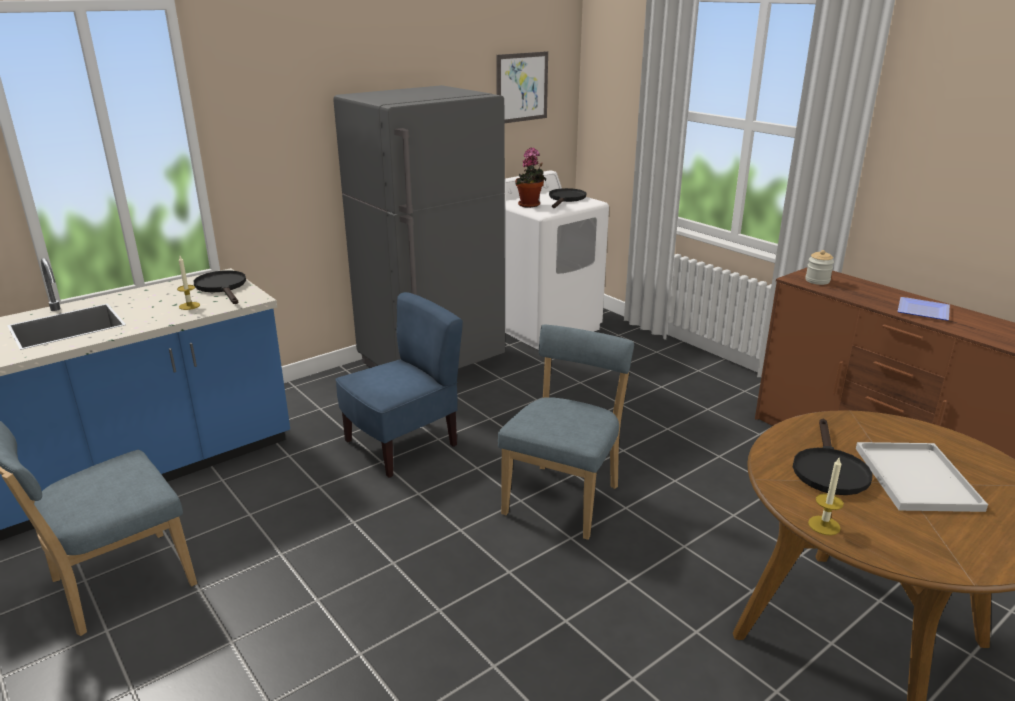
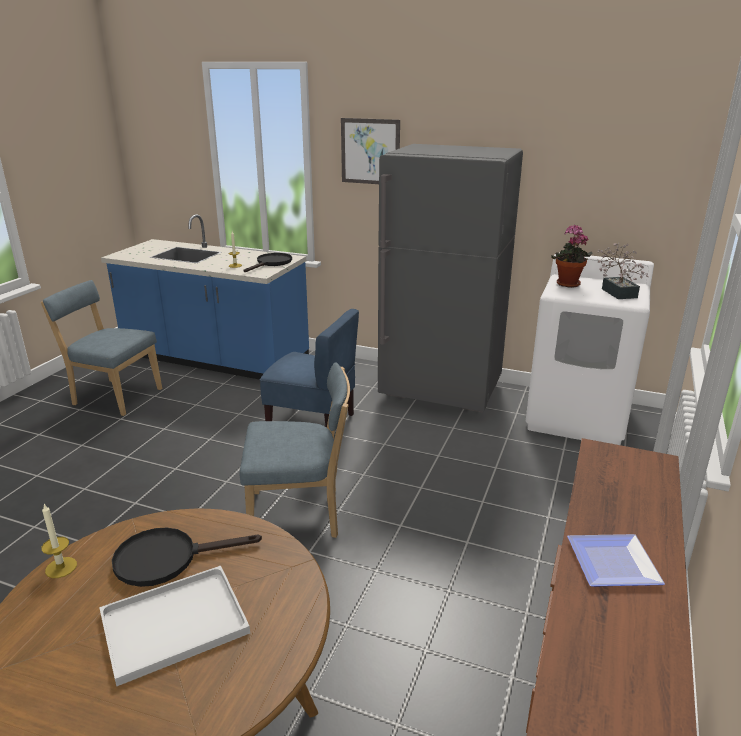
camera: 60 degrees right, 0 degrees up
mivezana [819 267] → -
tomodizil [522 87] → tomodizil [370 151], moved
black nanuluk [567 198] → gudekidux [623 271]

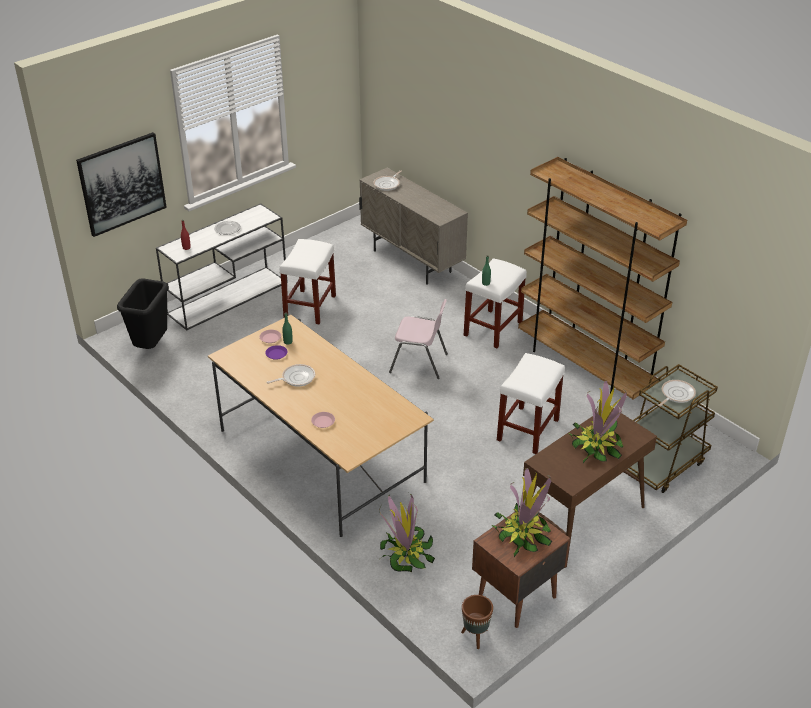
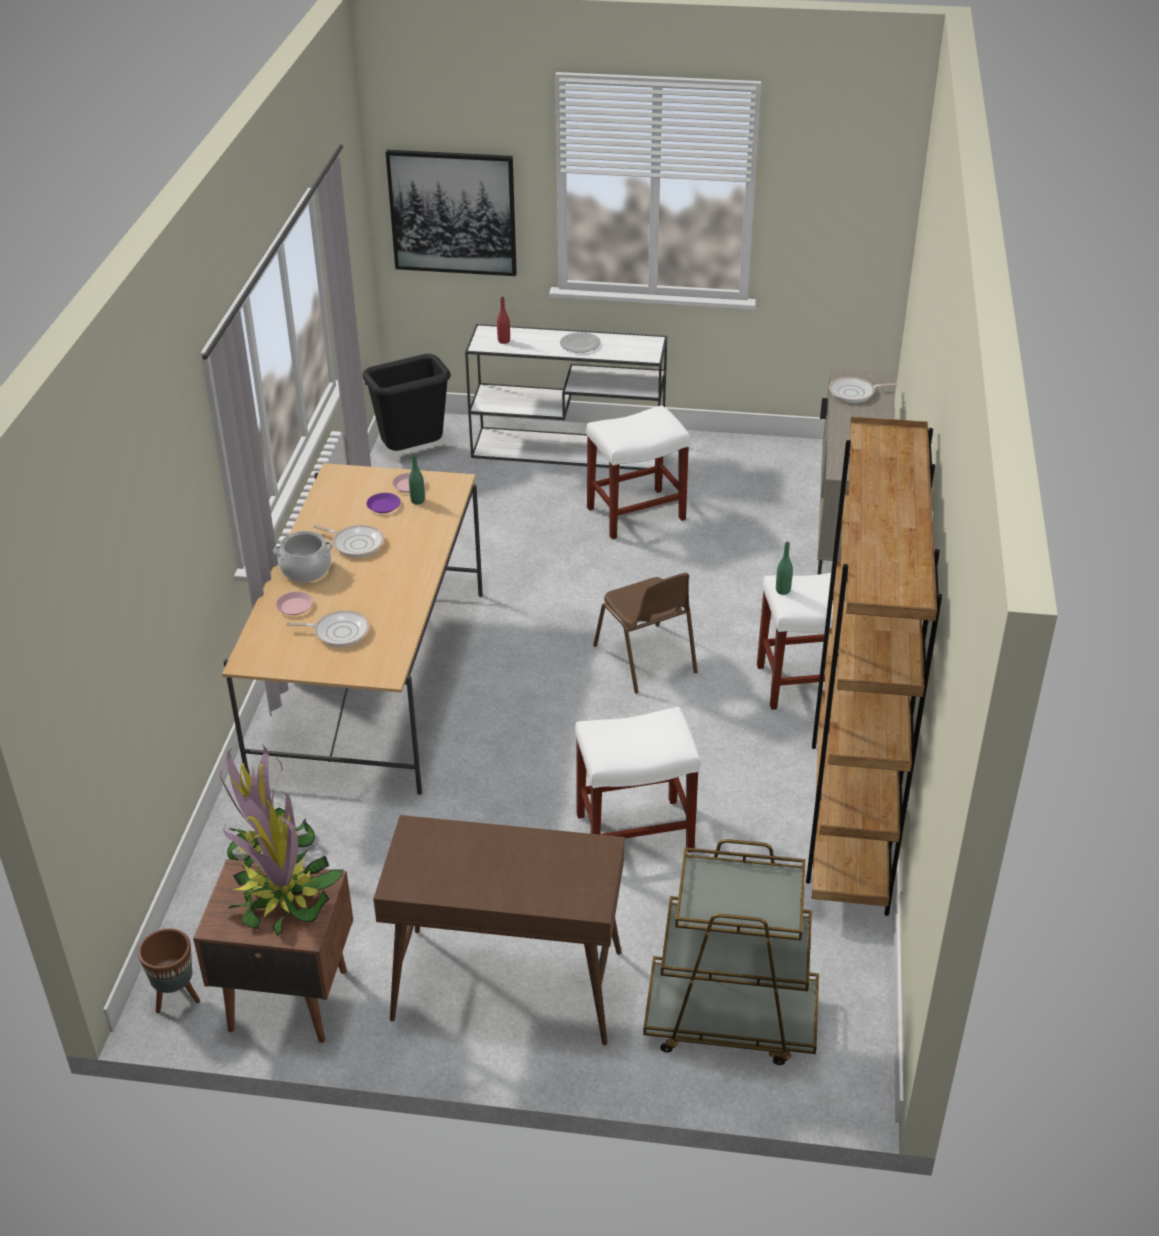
camera: 50 degrees right, 0 degrees up
gudekidux [597 422] → -
- → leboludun [303 556]
nanuluk [677 393] → nanuluk [328 628], moved
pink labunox [418 339] → brown labunox [645 633]

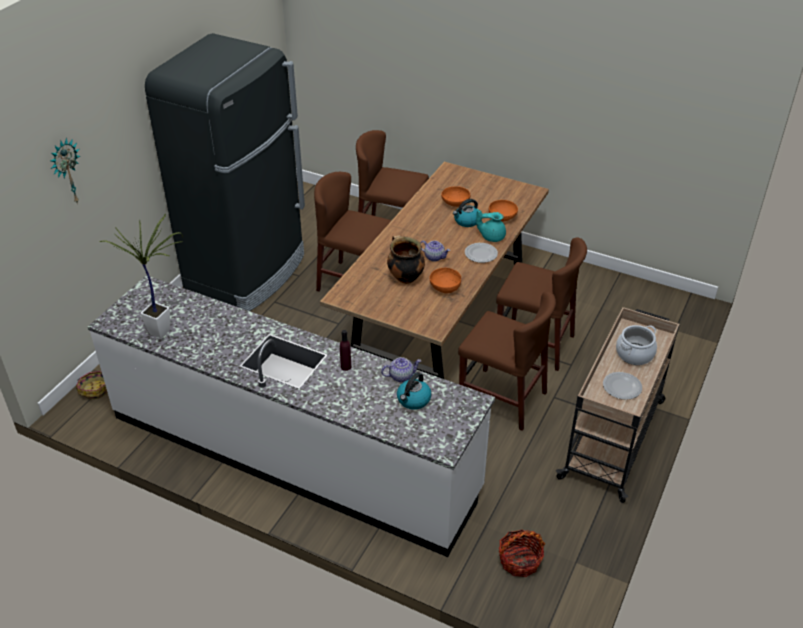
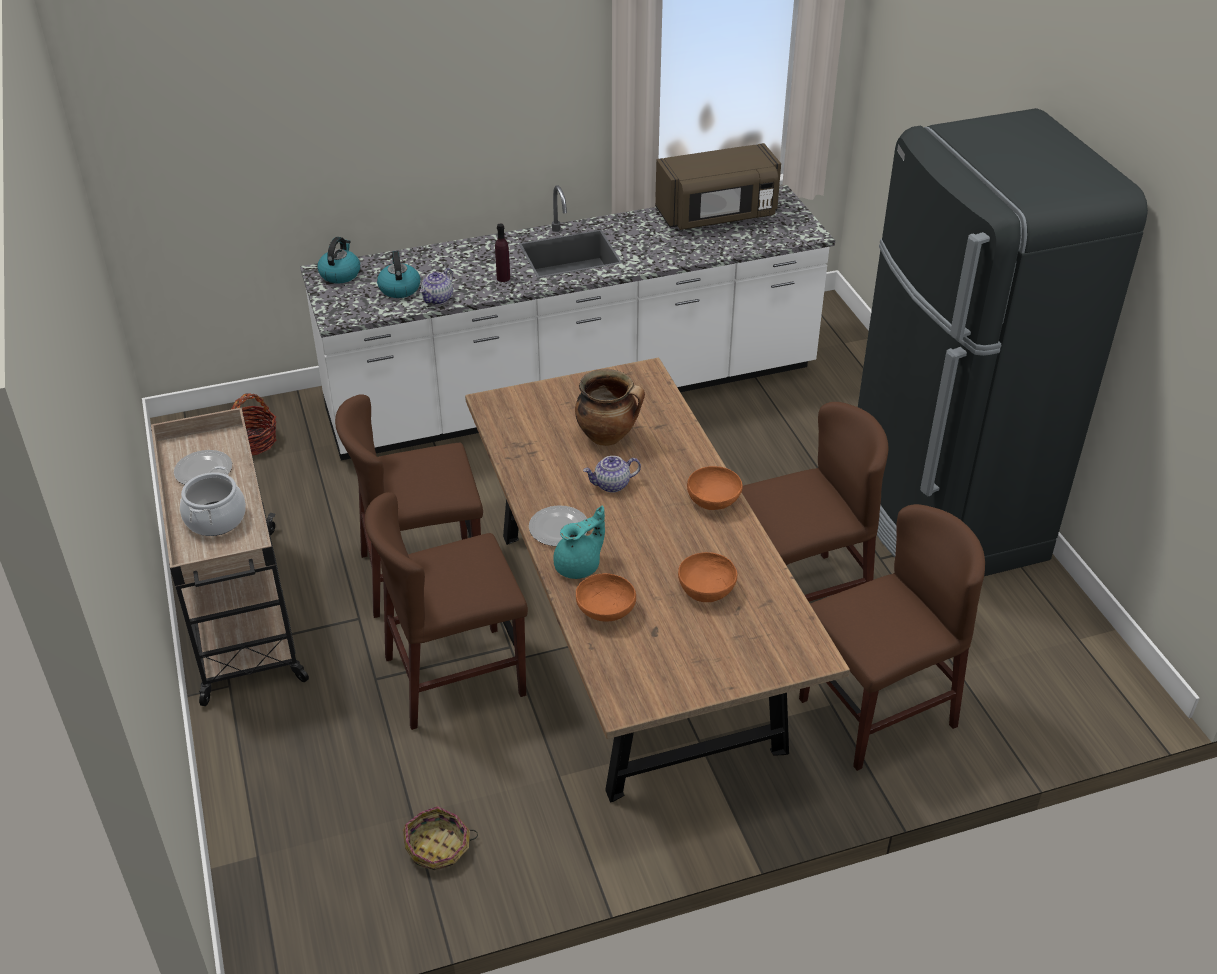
camera: 135 degrees right, 0 degrees up
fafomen [65 171] → -
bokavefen [91 385] → bokavefen [440 838], moved
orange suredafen [445 281] → orange suredafen [715 488], moved
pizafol [465 213] → pizafol [338 260], moved
gudekidux [141 275] → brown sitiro [718 186]

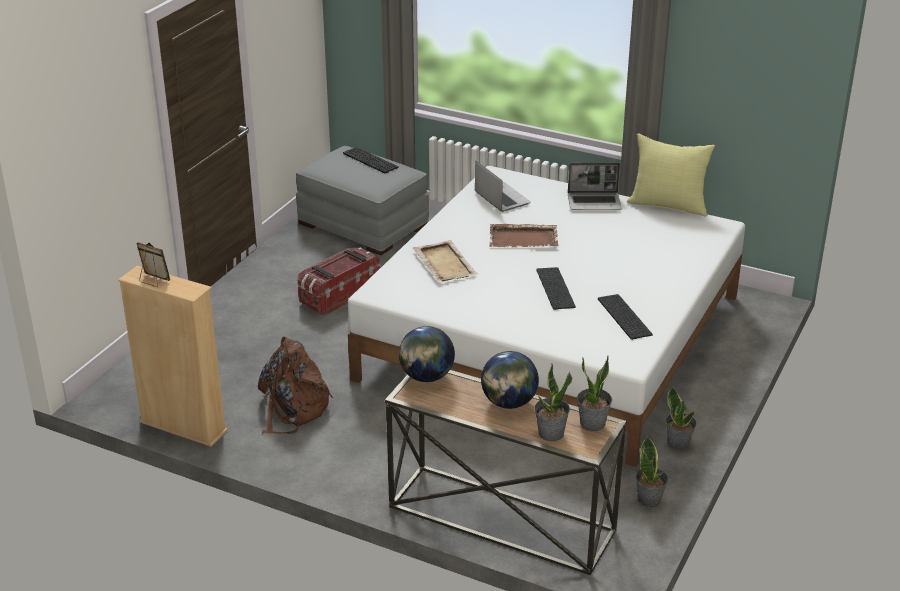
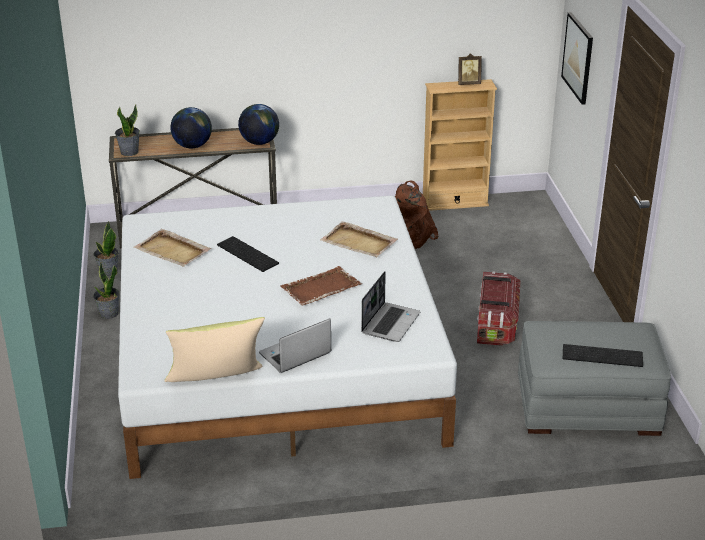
camera: 145 degrees right, 0 degrees up
gudekidux [553 402] → -
- → tomodizil [577 58]
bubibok [625 317] → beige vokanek [172 248]
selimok [503 186] → selimok [390 306], 90 degrees counterclockwise

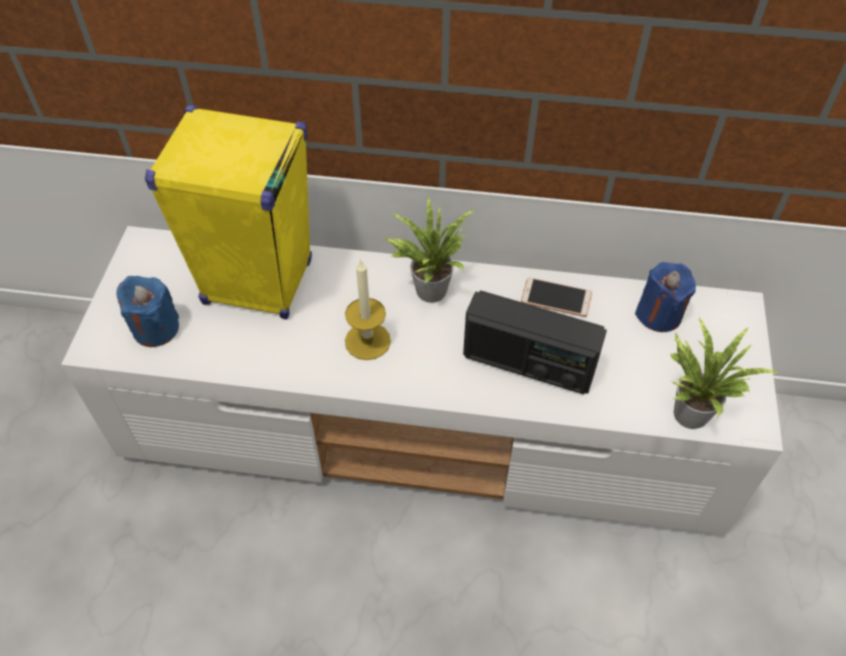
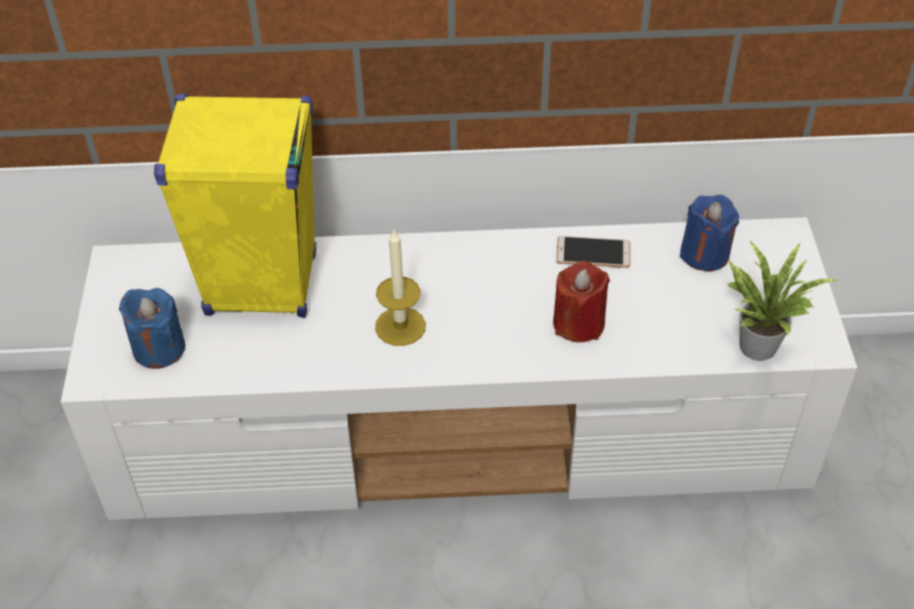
camera: 10 degrees left, 5 degrees down
gudekidux [429 250] → -
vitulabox [535 342] → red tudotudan [581 301]

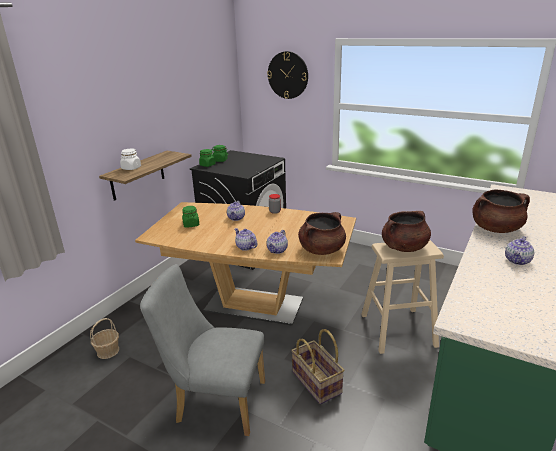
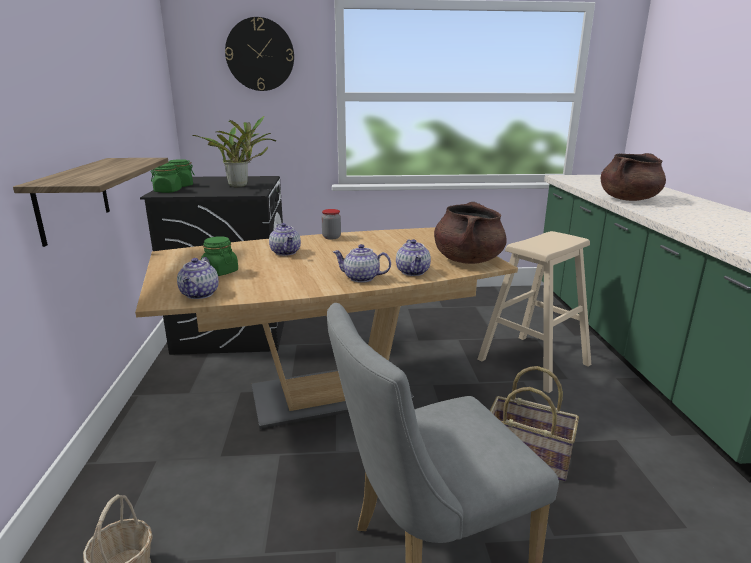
camera: 35 degrees left, 5 degrees down
white mivezana [130 159] → -
brown leboludun [406 231] → -
- → gudekidux [234 151]
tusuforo [519 250] → tusuforo [198 278], moved

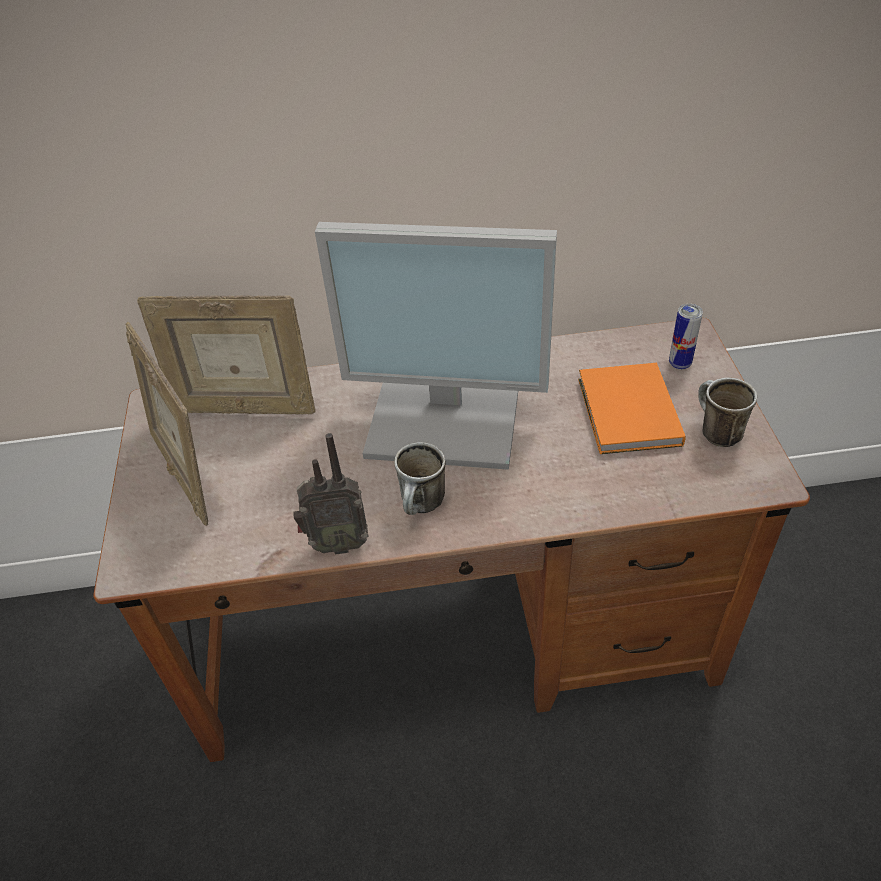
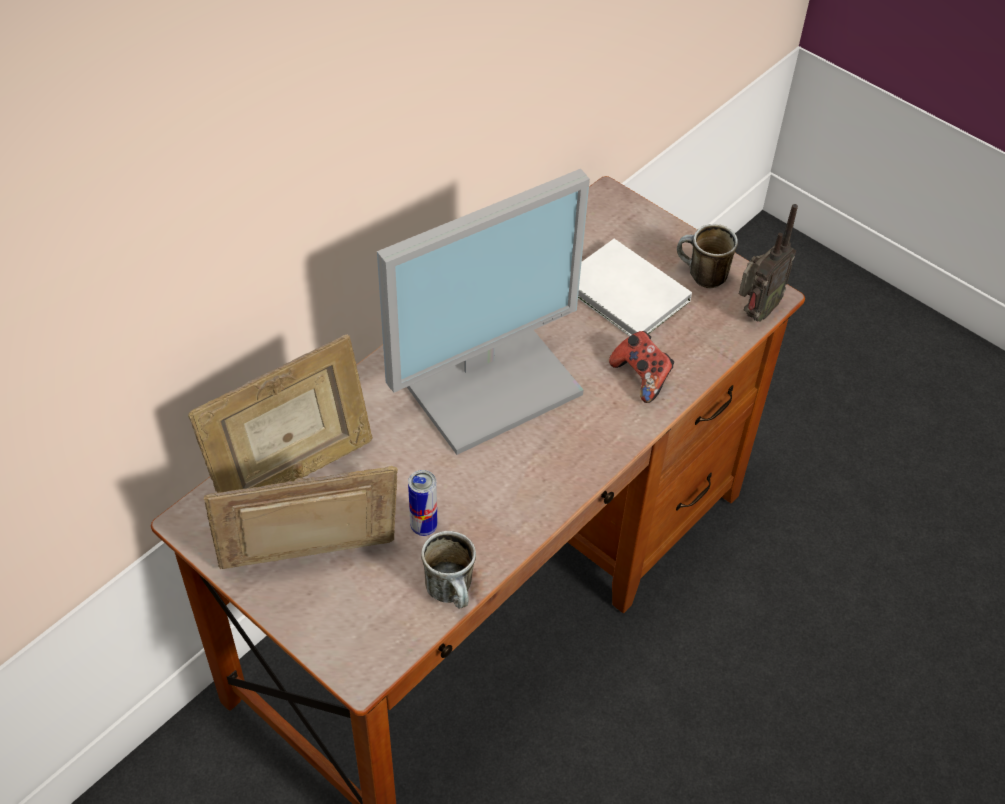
camera: 45 degrees left, 5 degrees up
- → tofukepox [641 367]
vitulabox [330 494] → vitulabox [768 263], moved
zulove [419 478] → zulove [448 569], moved
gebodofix [686 337] → gebodofix [422 503], moved
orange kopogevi [632 408] → white kopogevi [635 287]
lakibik [167 424] → lakibik [301 517], 150 degrees clockwise

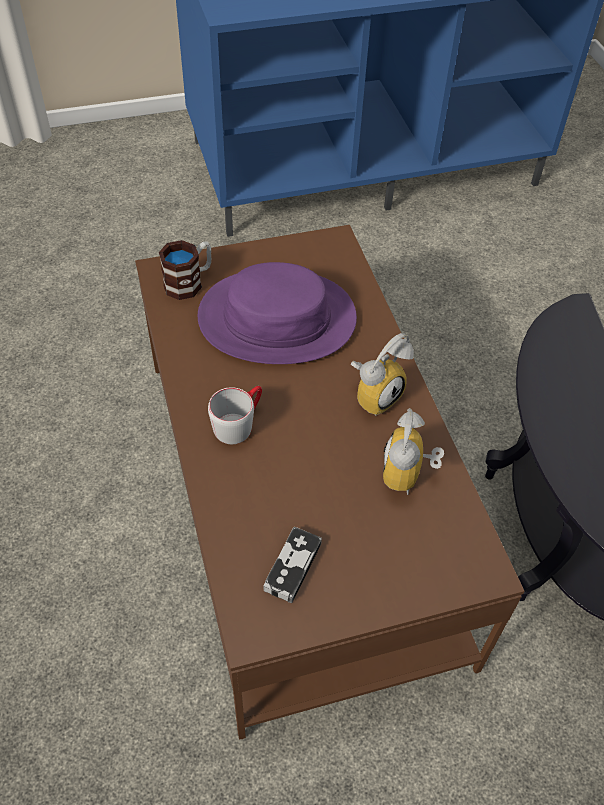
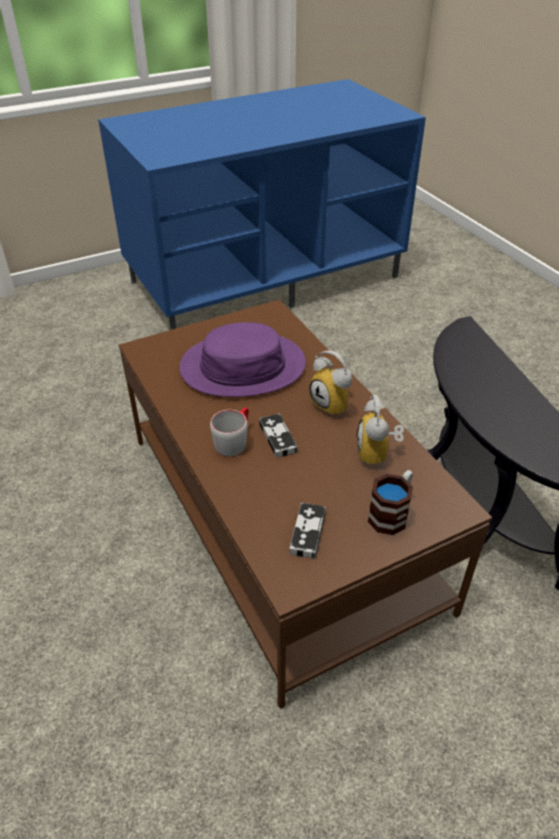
camera: 10 degrees left, 10 degrees down
- → tofukepox [278 436]
zulove [185 270] → zulove [390 502], moved
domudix [382 374] → domudix [330 383], 105 degrees clockwise

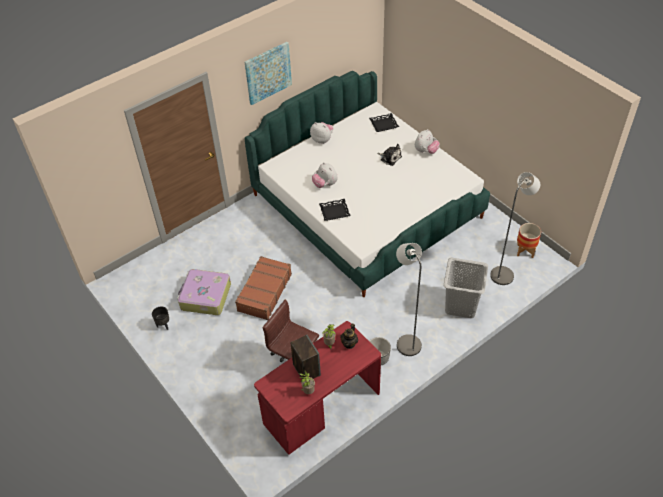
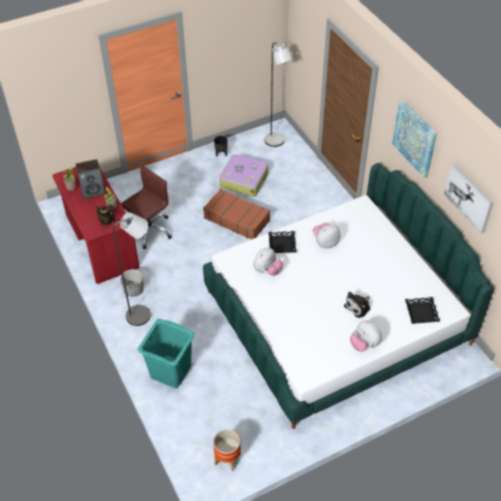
camera: 100 degrees right, 0 degrees up
- → tomodizil [469 198]
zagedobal [321 133] → zagedobal [268 261], moved
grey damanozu [515 228] → grey damanozu [278 94], moved
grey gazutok [465 287] → turquoise gazutok [166 353]

